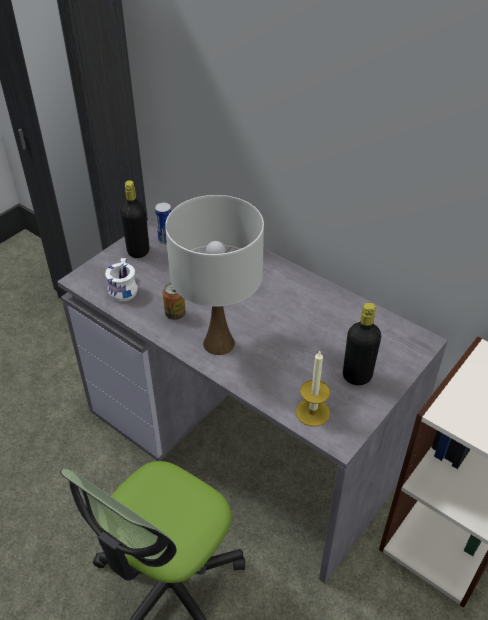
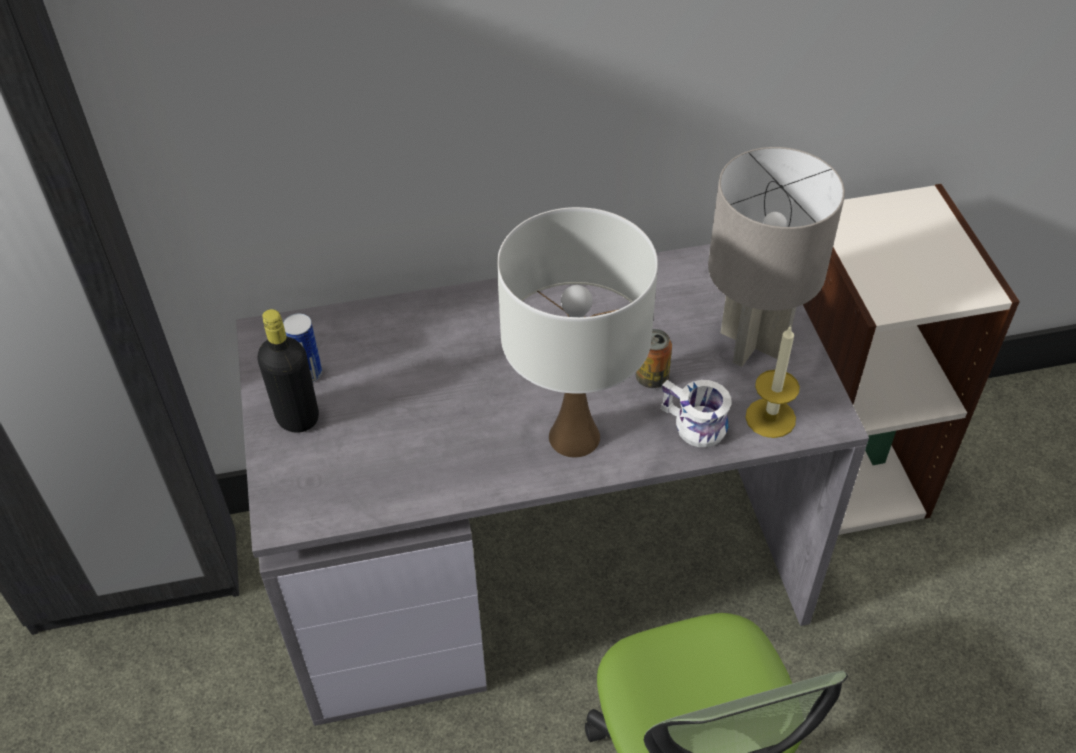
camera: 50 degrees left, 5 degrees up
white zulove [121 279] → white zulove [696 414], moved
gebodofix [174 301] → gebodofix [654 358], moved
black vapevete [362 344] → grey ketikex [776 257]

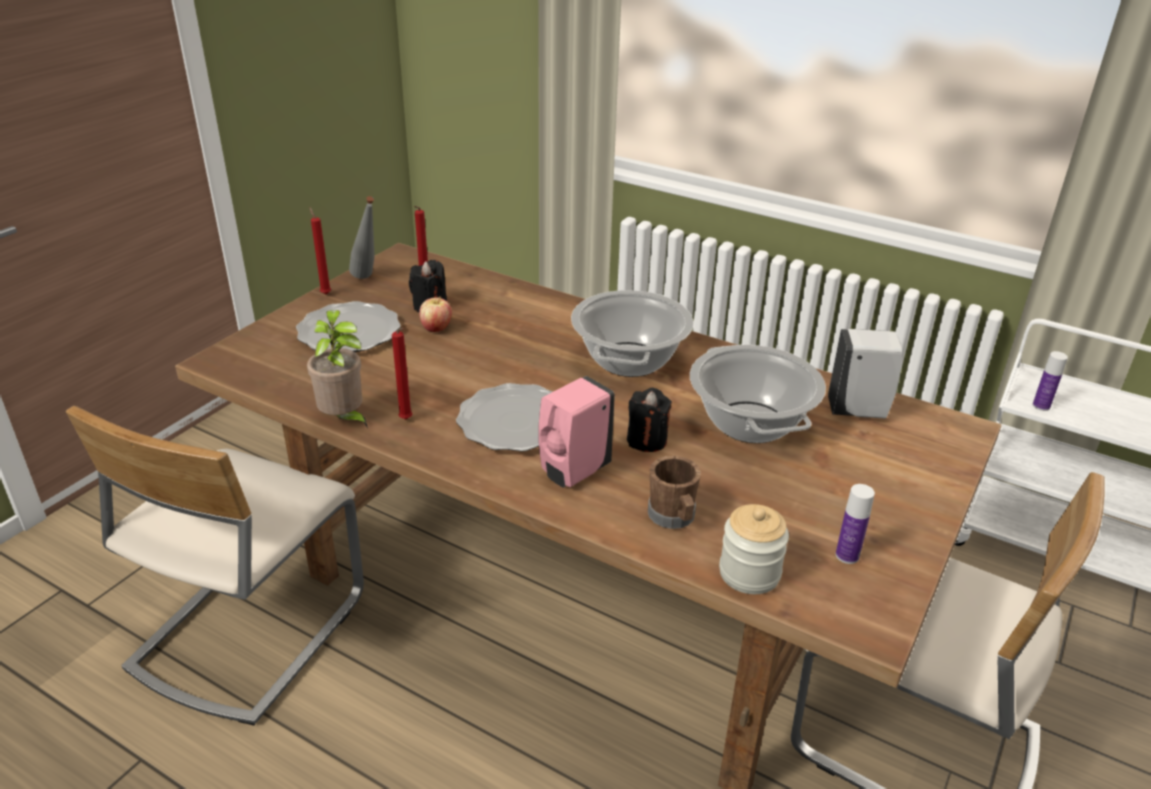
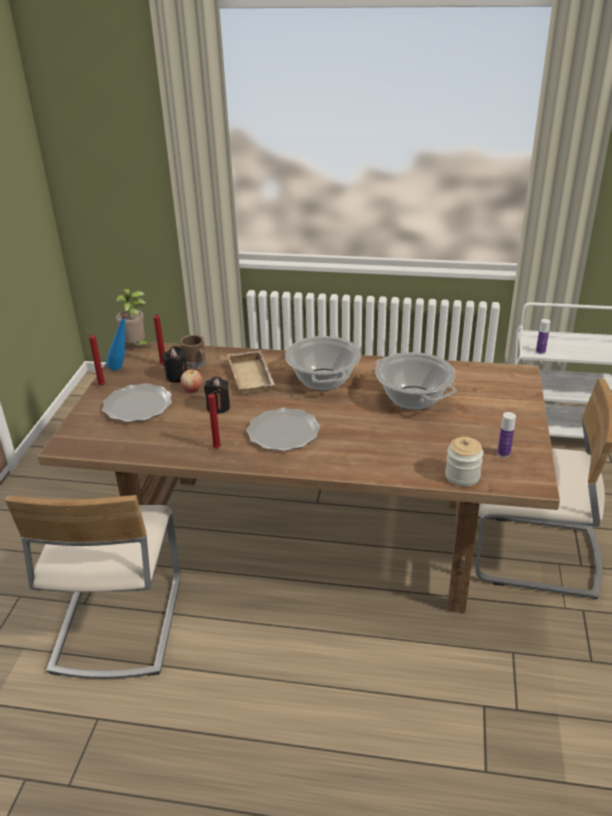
camera: 20 degrees left, 0 degrees up
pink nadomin [576 432] → -
white nadomin [865 374] → -
- → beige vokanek [251 372]
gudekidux [337 369] → gudekidux [134 318], moved
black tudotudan [649 420] → black tudotudan [217 395], moved
brown zulove [674 492] → brown zulove [193 352], moved
grey vapevete [362 237] → blue vapevete [116 341]

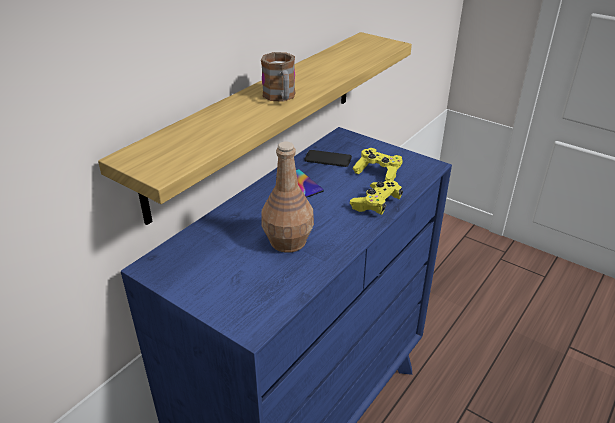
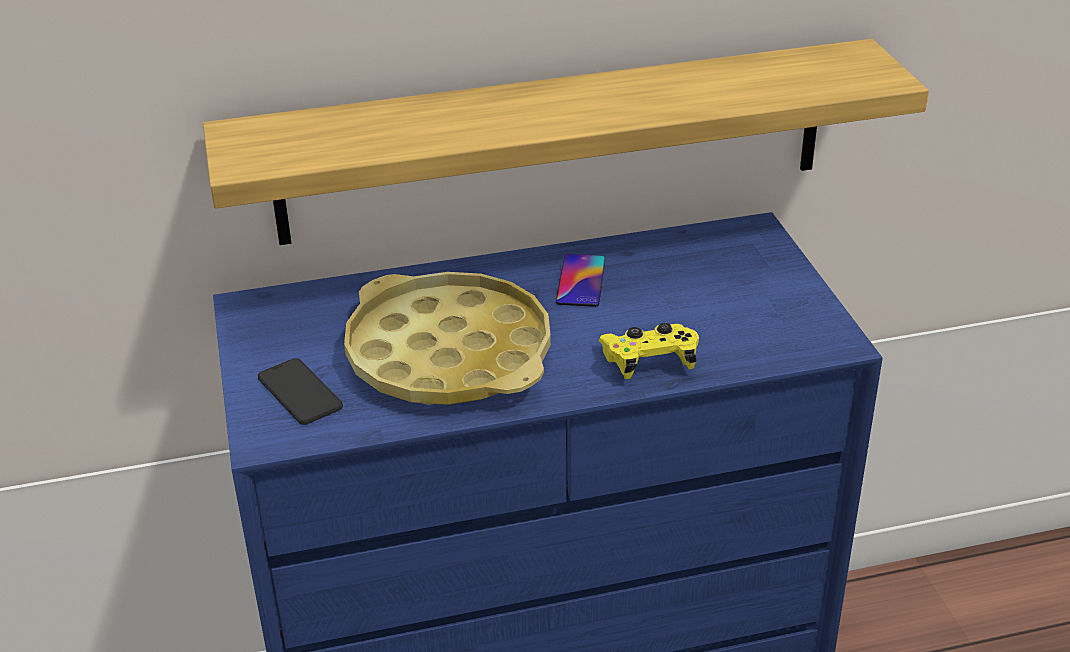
camera: 40 degrees right, 0 degrees up
zulove [278 77] → -
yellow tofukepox [378 164] → -
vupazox [328 158] → vupazox [300 391], moved
brown vapevete [287 197] → yellow vokanek [447 338]

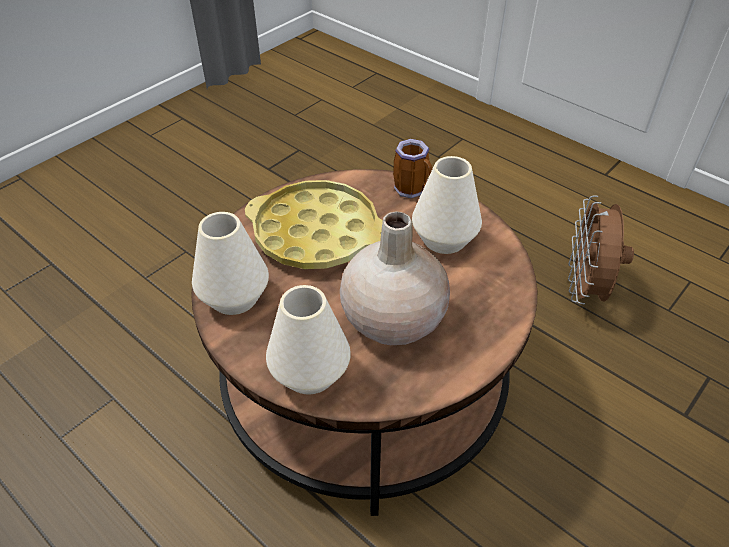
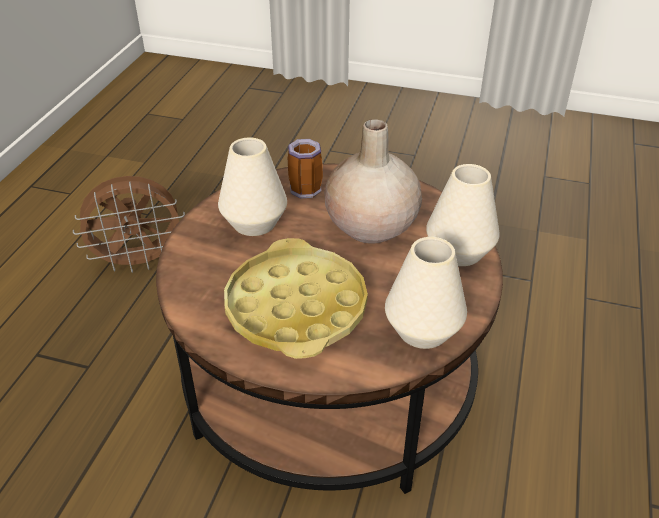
camera: 115 degrees left, 5 degrees down
zulove [412 169] → zulove [305 168], moved

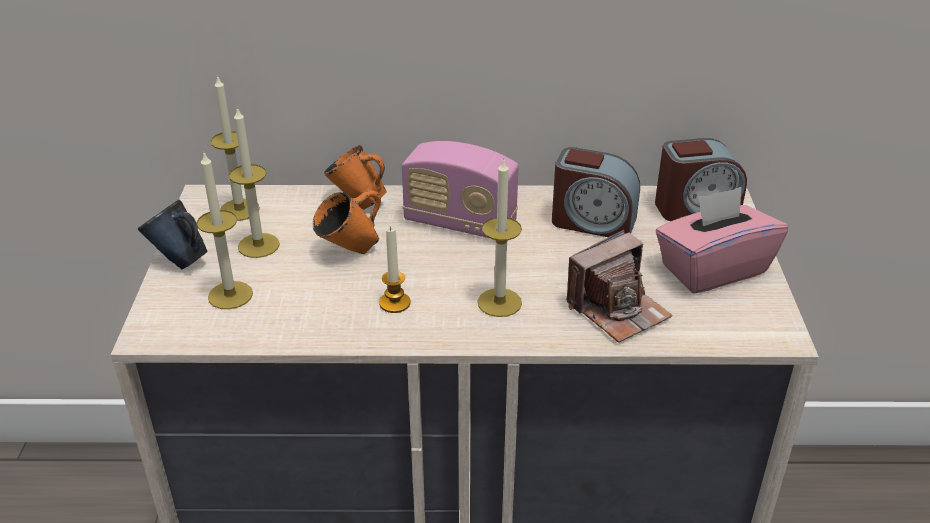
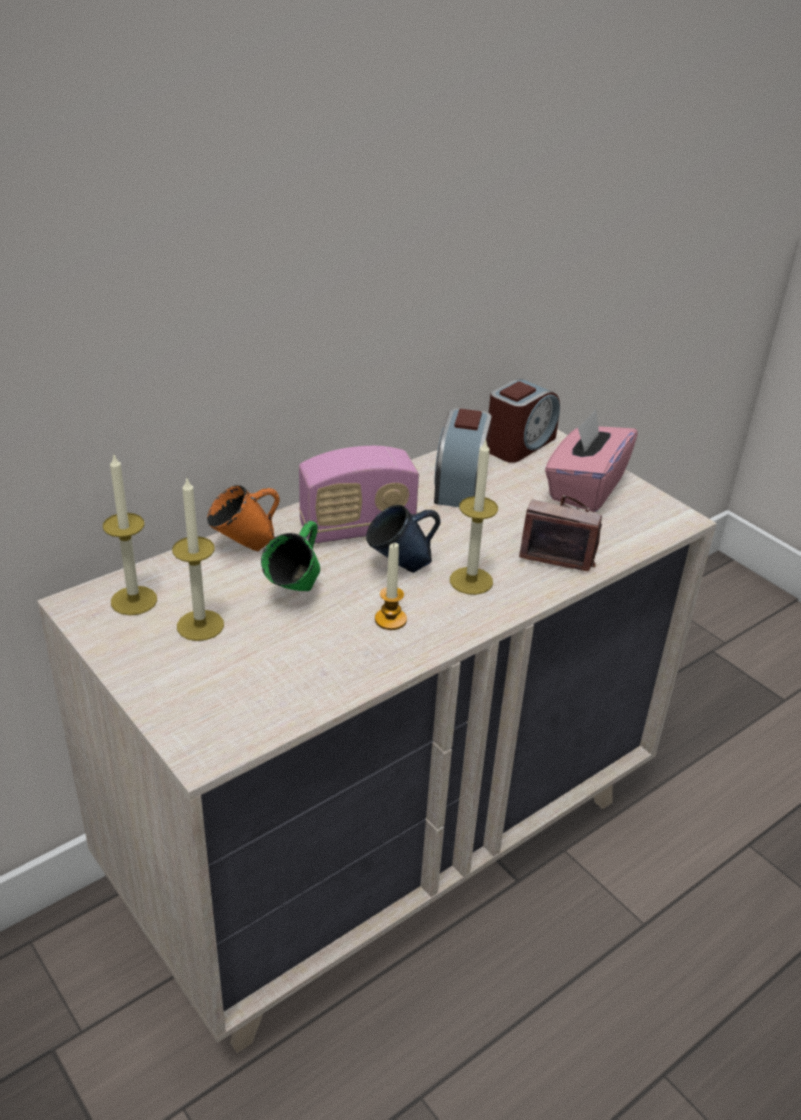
camera: 40 degrees left, 0 degrees up
tudotudan [224 230] → -
blue zulove [173 234] → blue zulove [403 539], moved
orange zulove [347 222] → green zulove [290 556]
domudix [596 192] → domudix [463 457], 120 degrees clockwise
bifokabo [619 286] → bifokabo [560 533], 90 degrees counterclockwise

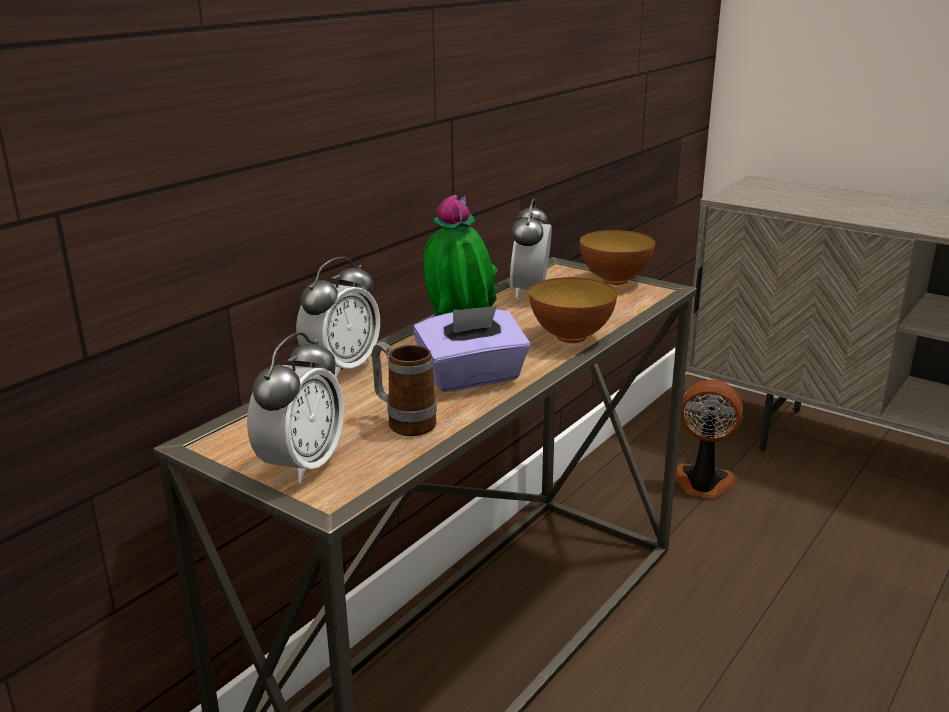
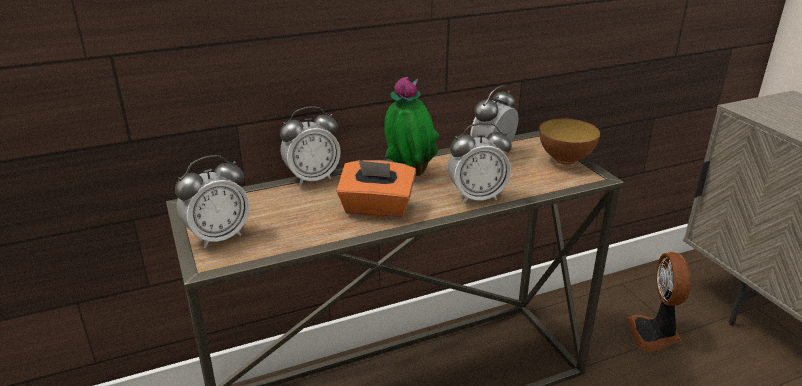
camera: 30 degrees right, 5 degrees up
zulove [404 389] → -
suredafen [573 310] → domudix [480 163]
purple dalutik [471 348] → orange dalutik [376 189]
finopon [709 439] → finopon [659 302], 135 degrees counterclockwise

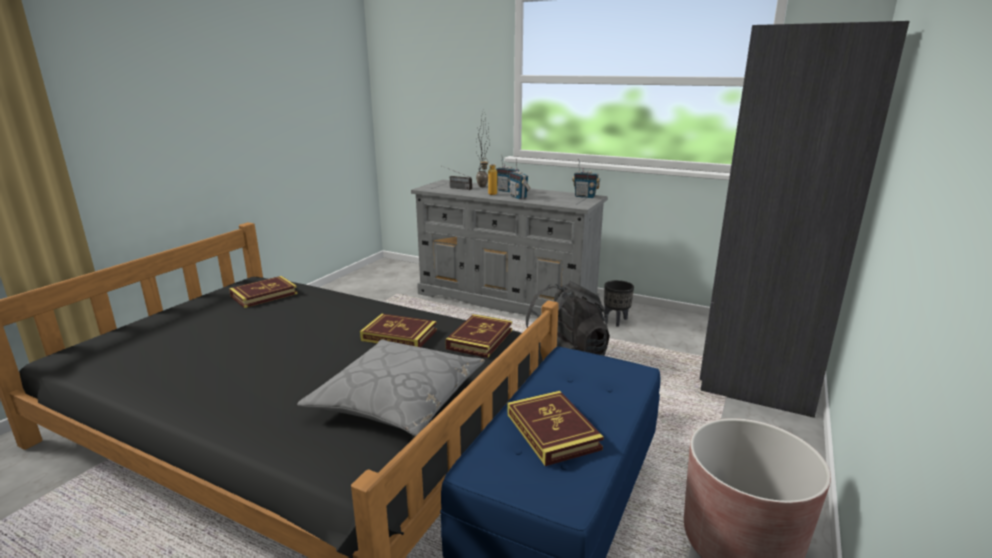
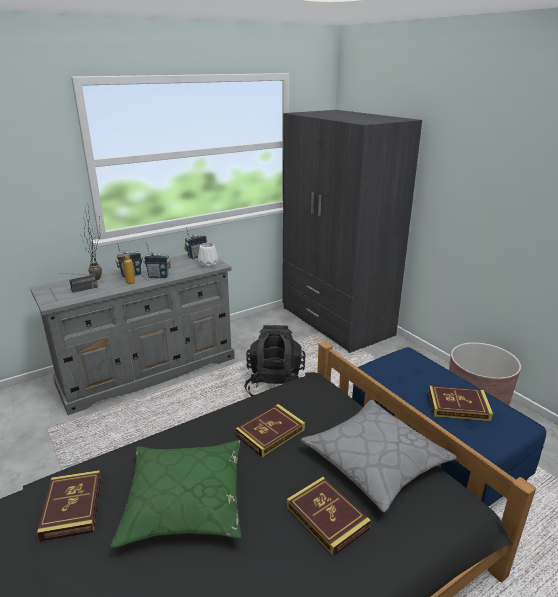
camera: 60 degrees left, 5 degrees up
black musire [619 303] → -
- → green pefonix [176 494]
- → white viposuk [208 255]
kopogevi [478 336] → kopogevi [329 516], moved

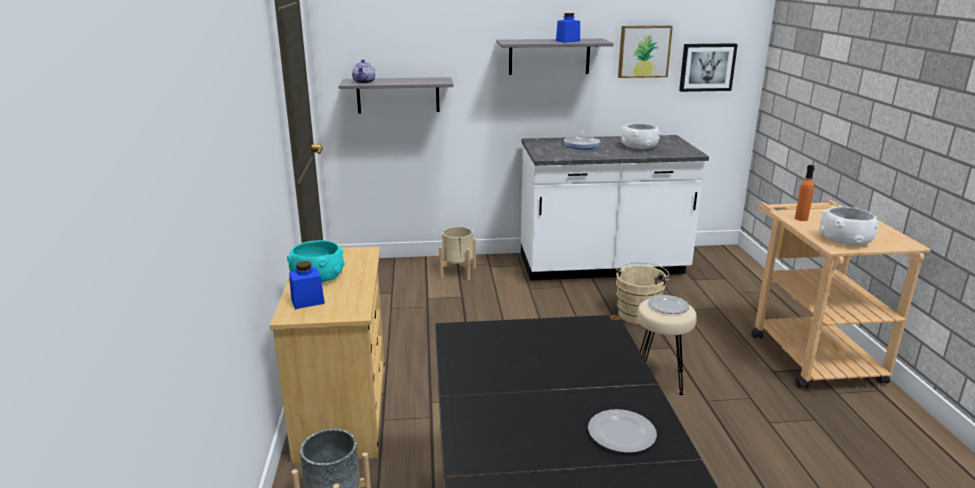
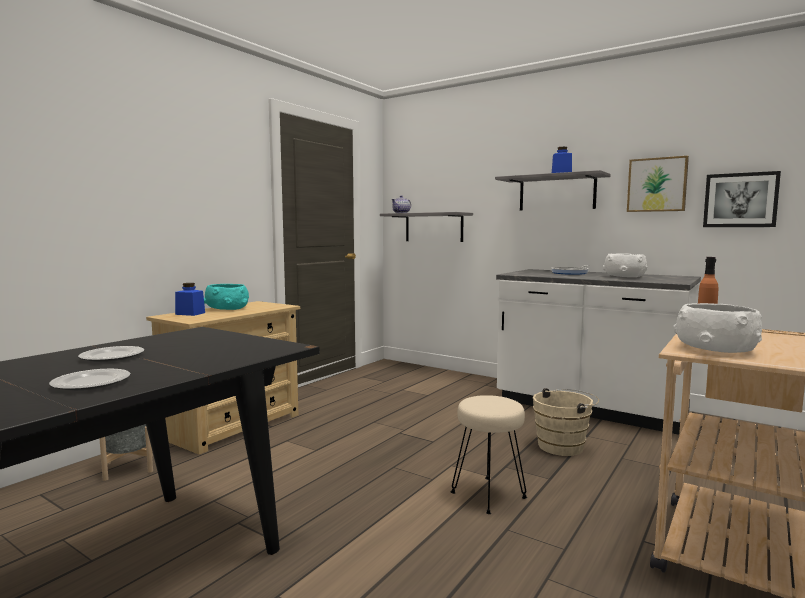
camera: 40 degrees right, 15 degrees down
beige musire [457 253] → -
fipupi [668 304] → fipupi [111 354], moved

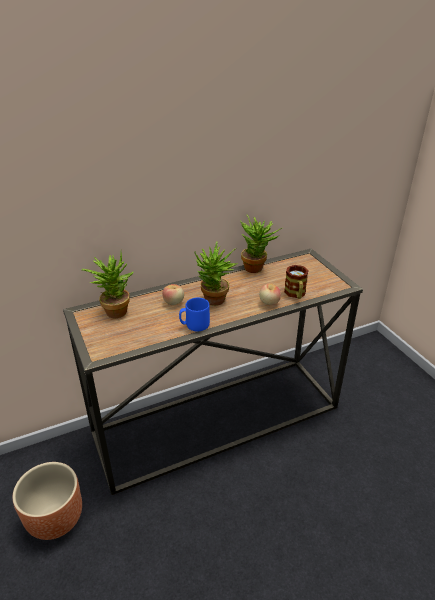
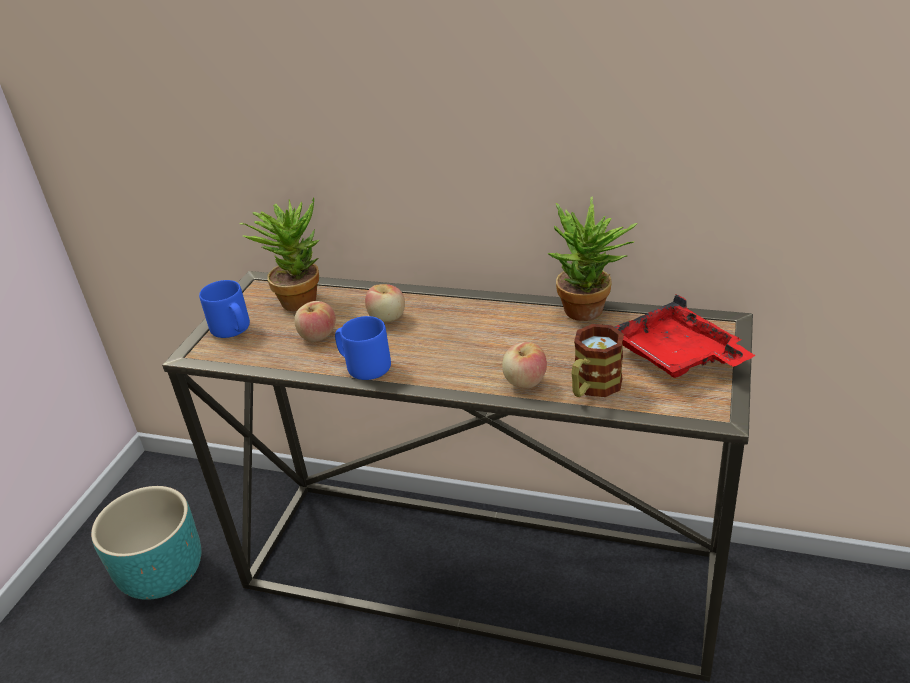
camera: 45 degrees right, 0 degrees up
gudekidux [216 273] → -
- → blue zulove [224 309]
- → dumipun [315 321]
- → red vokanek [685 336]
brown musire [47 501] → turquoise musire [146 543]

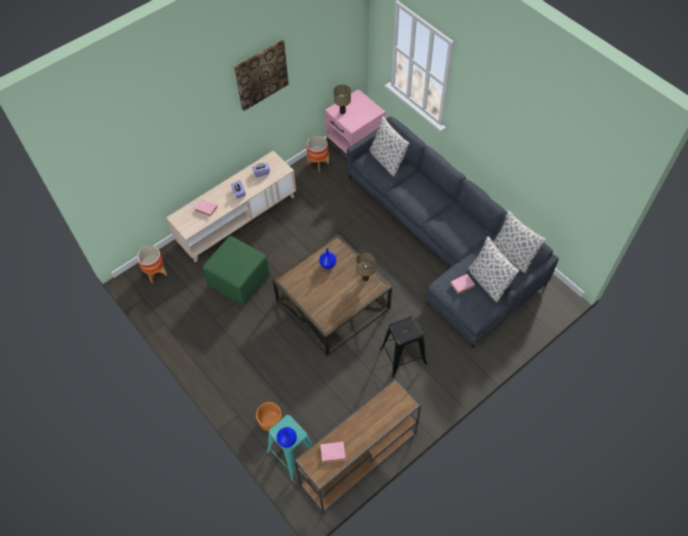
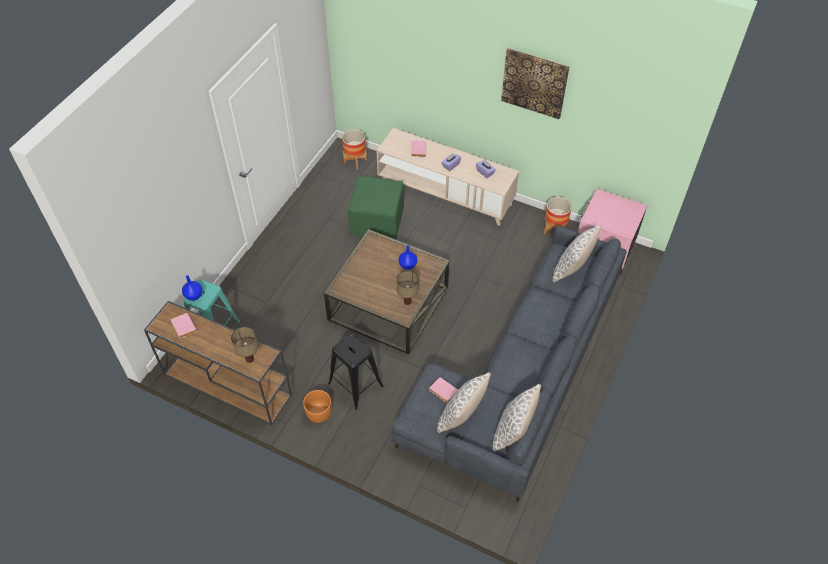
camera: 65 degrees right, 5 degrees down
orange musire [269 416] → orange musire [317 406], moved
ketikex [342 99] → ketikex [244 345], moved

